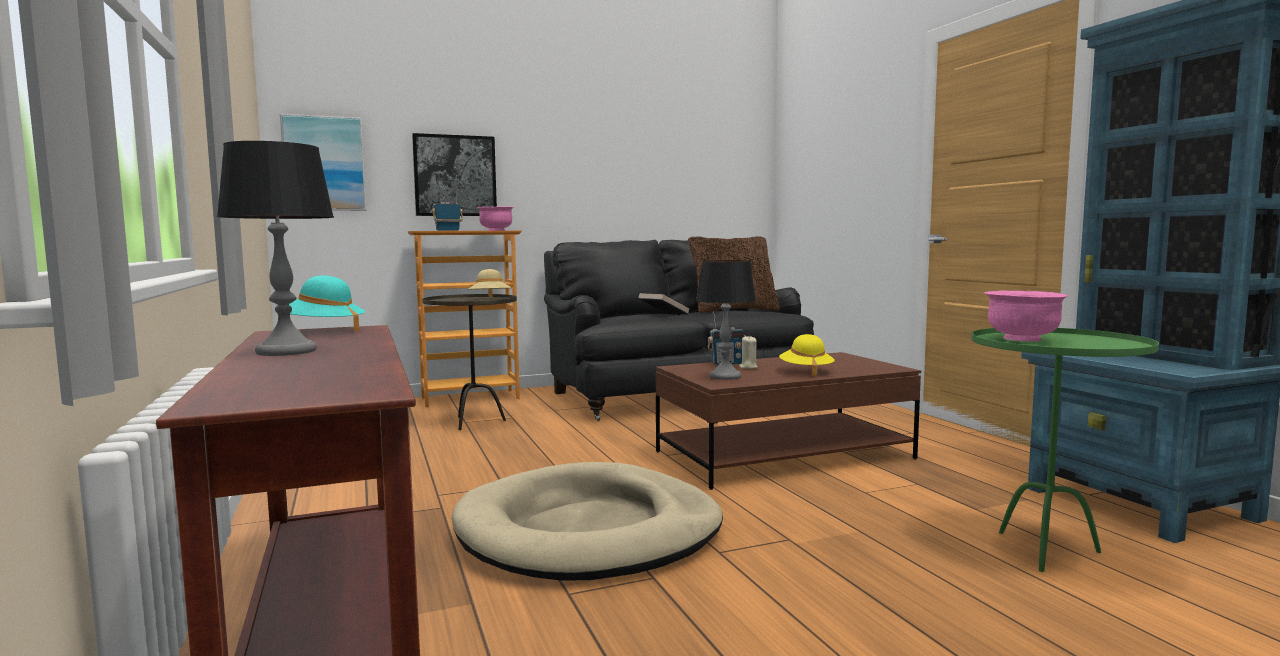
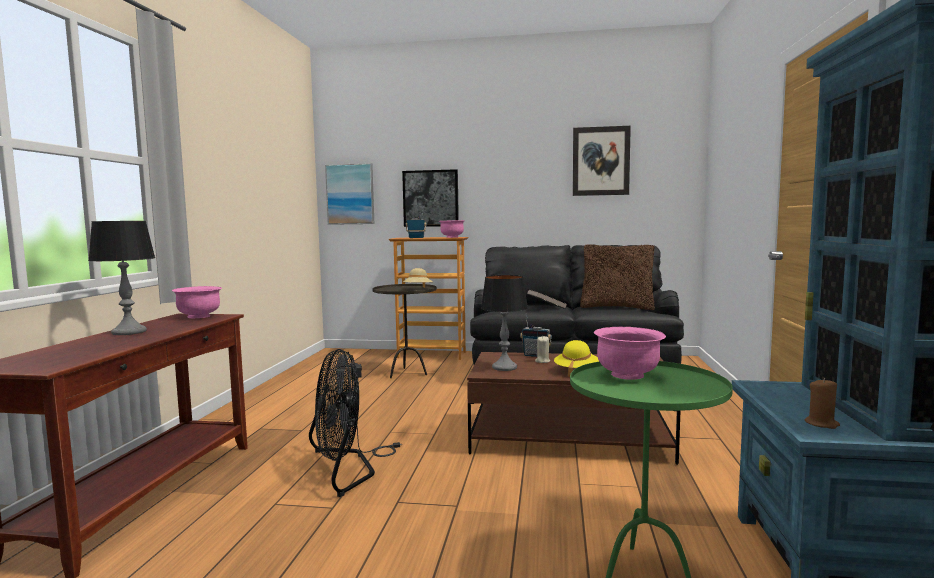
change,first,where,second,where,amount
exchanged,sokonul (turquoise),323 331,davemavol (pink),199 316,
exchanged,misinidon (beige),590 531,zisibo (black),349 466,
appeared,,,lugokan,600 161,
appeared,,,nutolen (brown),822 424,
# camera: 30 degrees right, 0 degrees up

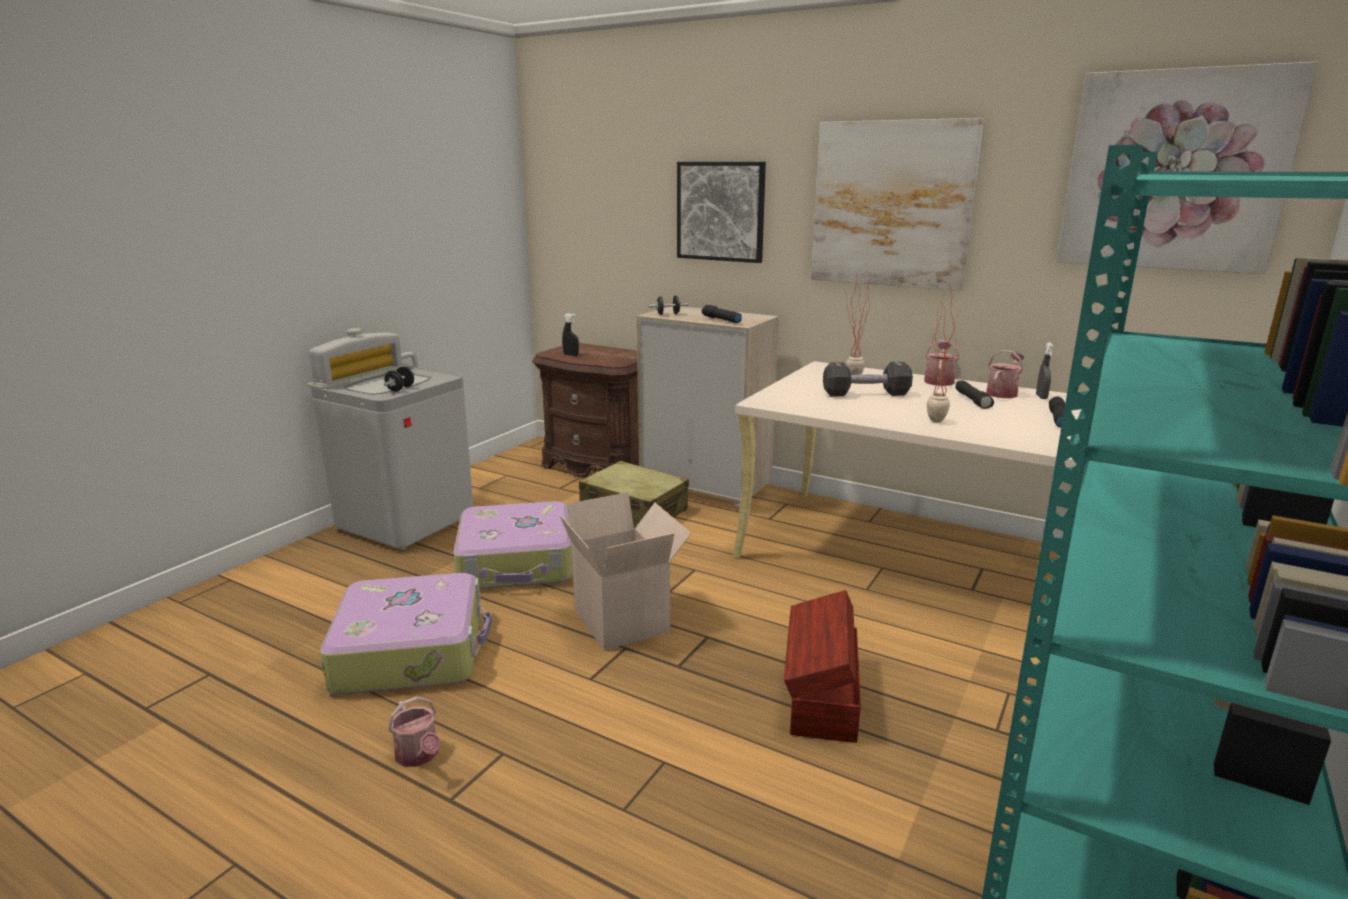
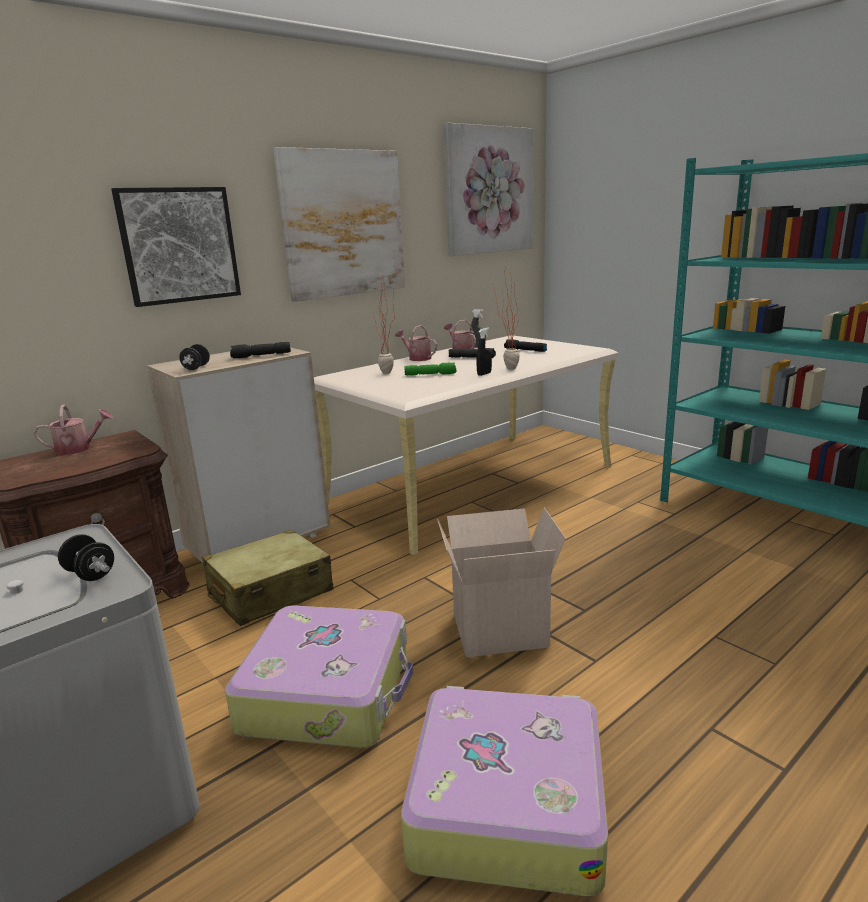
change,first,where,second,where,amount
relocated,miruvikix,419 756,,79 448,
relocated,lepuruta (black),571 355,,484 374,
missing,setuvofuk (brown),821 696,,,
exchanged,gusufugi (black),865 394,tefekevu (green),431 374,
# camera: 70 degrees left, 0 degrees up

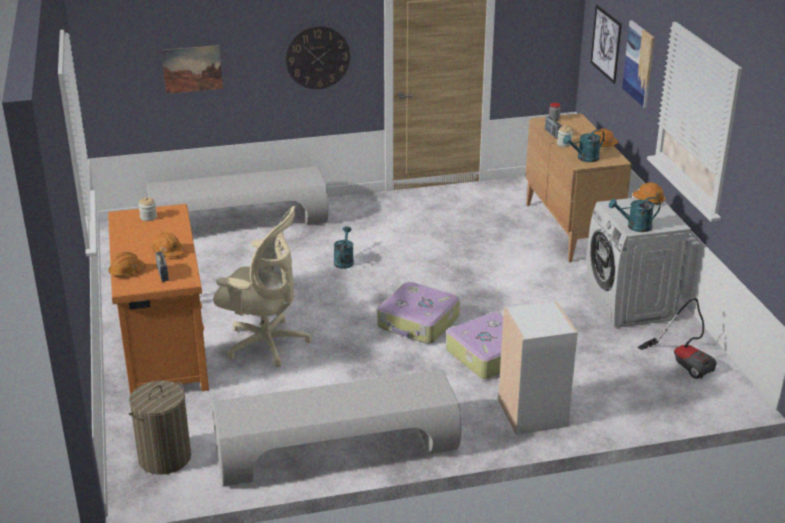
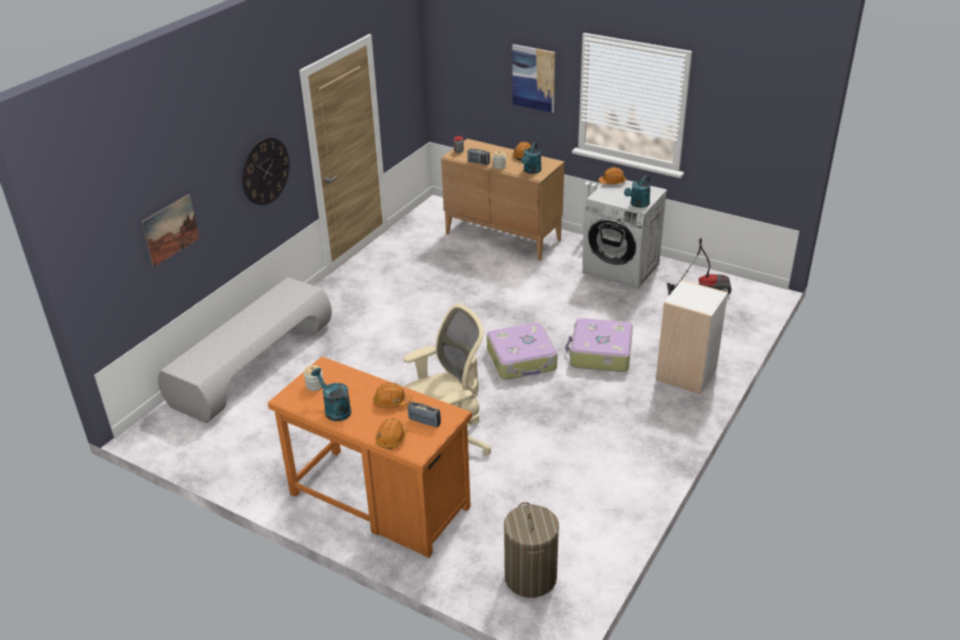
change,first,where,second,where,amount
missing,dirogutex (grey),336 449,,,
relocated,miruvikix (turquoise),344 261,,334 409,
missing,lugokan,606 43,,,
# camera: 45 degrees left, 5 degrees up

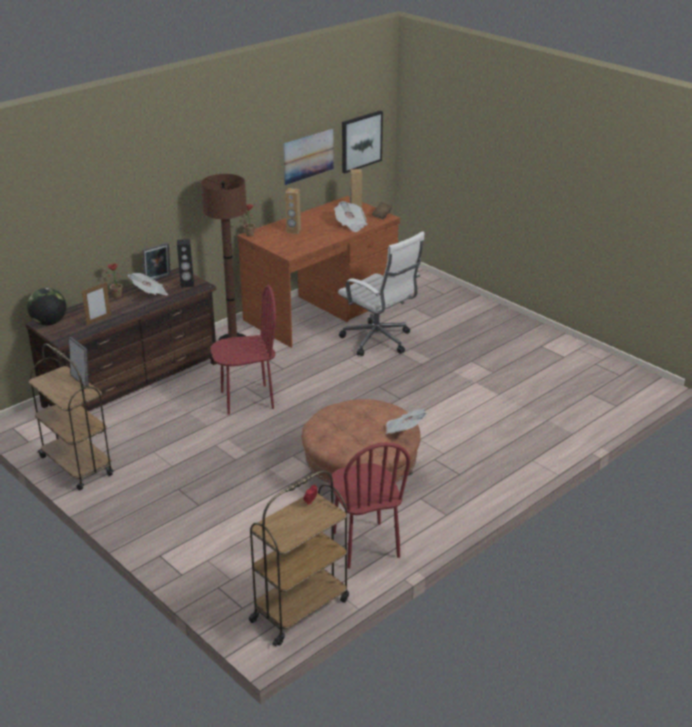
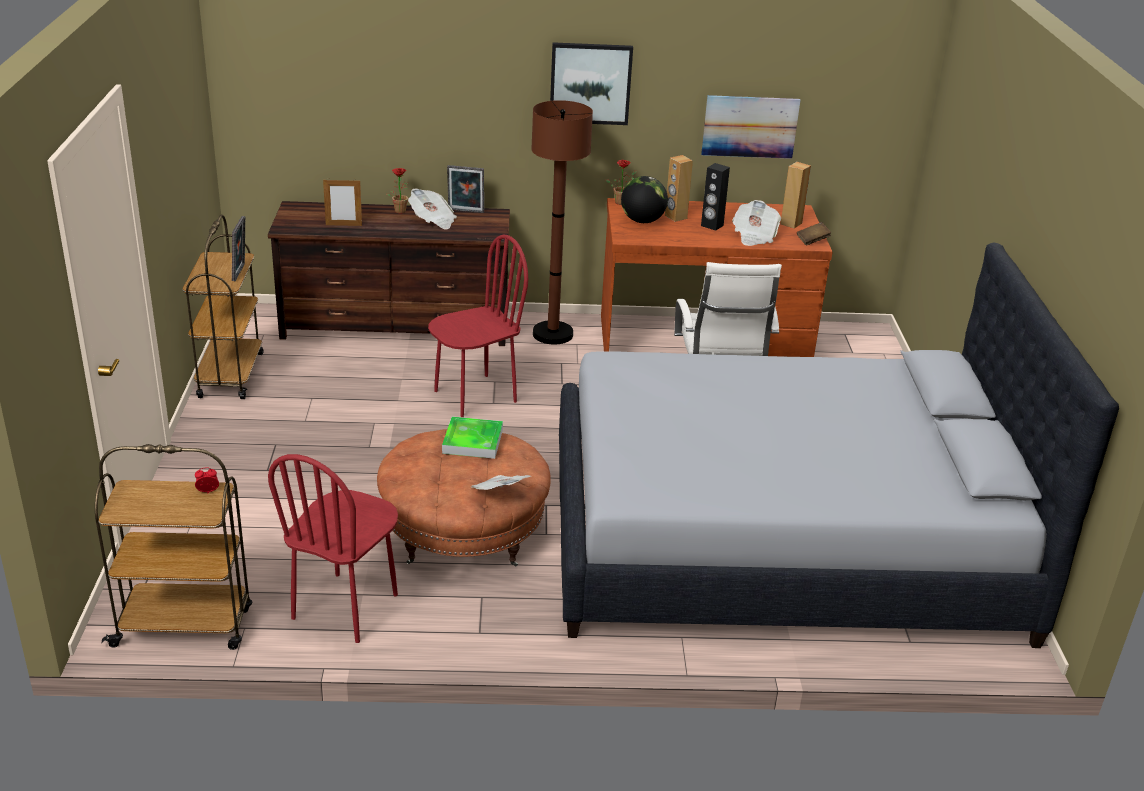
change,first,where,second,where,amount
relocated,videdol,49 323,,642 221,
relocated,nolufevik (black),187 284,,712 226,
spun,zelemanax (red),247 400,,475 396,60 degrees counterclockwise
relocated,lugokan,361 141,,590 83,
appeared,,,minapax,473 441,
appeared,,,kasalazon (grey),781 540,
# camera: 40 degrees right, 0 degrees up

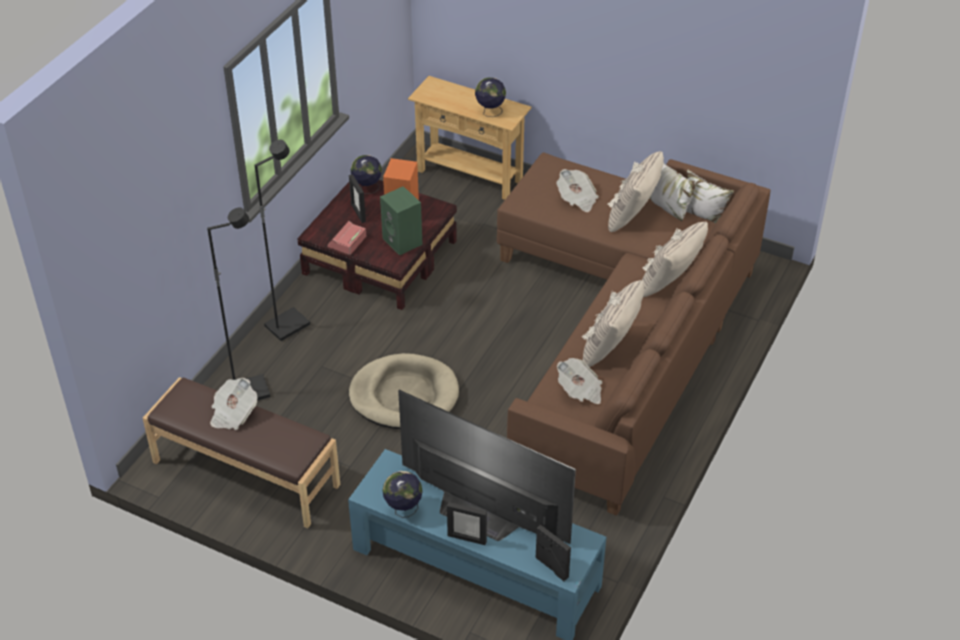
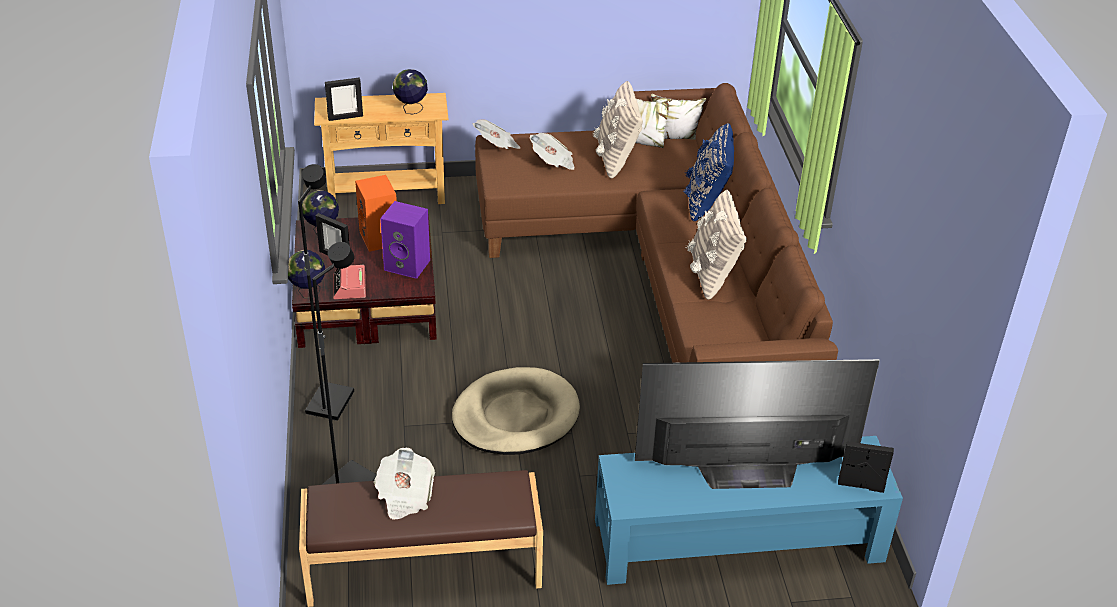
change,first,where,second,where,amount
colour,nolufevik (green),403 241,nolufevik (purple),408 265,
relocated,videdol,403 510,,308 292,
relocated,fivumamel,467 538,,345 117,
relocated,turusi,580 391,,497 145,
colour,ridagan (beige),668 283,ridagan (blue),705 201,
# camera: 35 degrees left, 5 degrees down

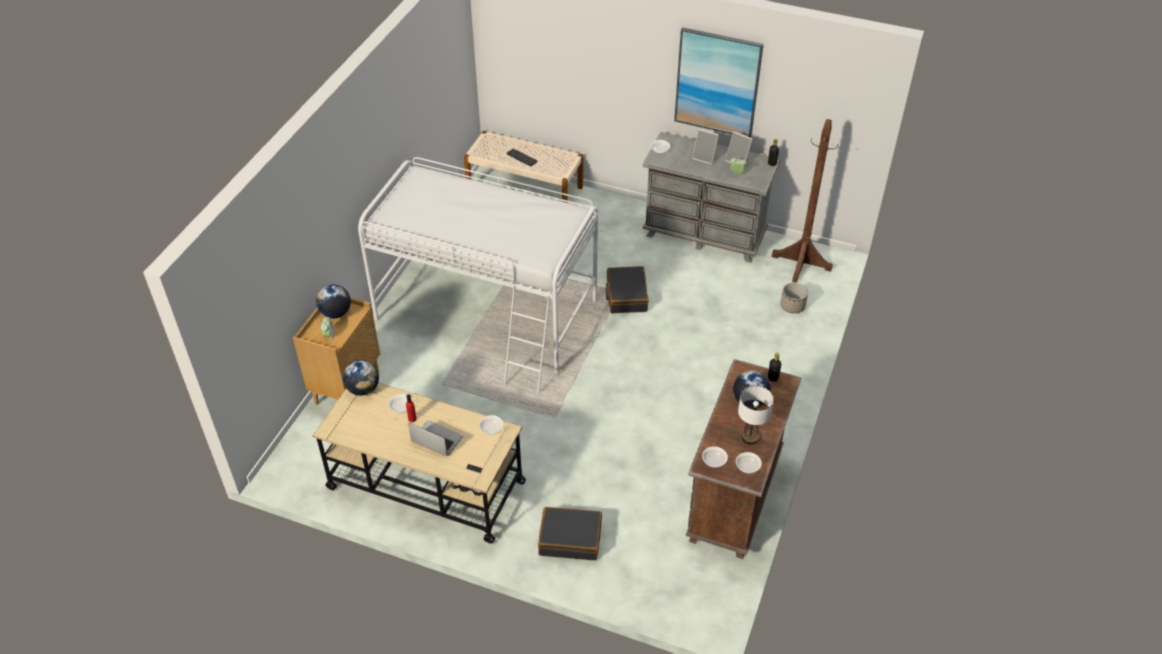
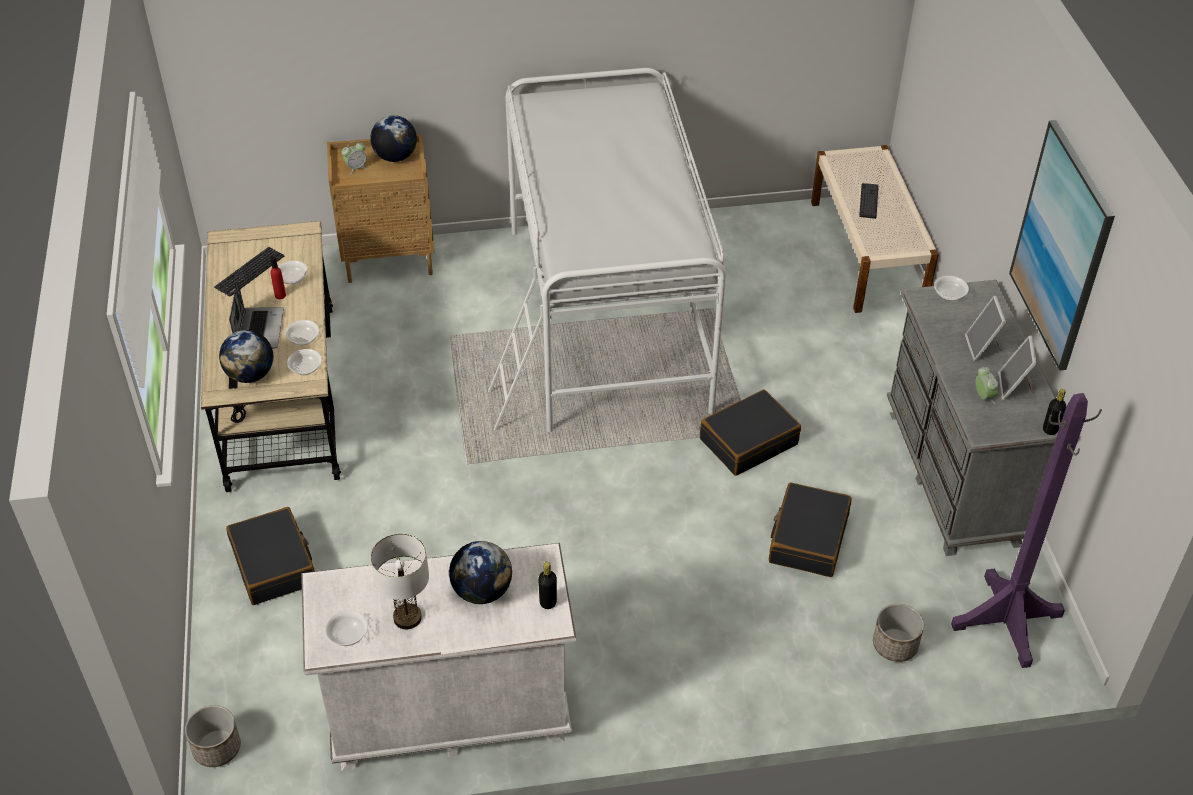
change,first,where,second,where,amount
relocated,videdol,363 389,,250 375,
colour,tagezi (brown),734 497,tagezi (white),449 717,
relocated,davemavol,714 461,,303 339,
colour,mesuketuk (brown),801 262,mesuketuk (purple),1006 620,
appeared,,,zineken,216 748,
appeared,,,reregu,249 272,
appeared,,,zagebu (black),808 538,
# camera: 60 degrees right, 0 degrees up

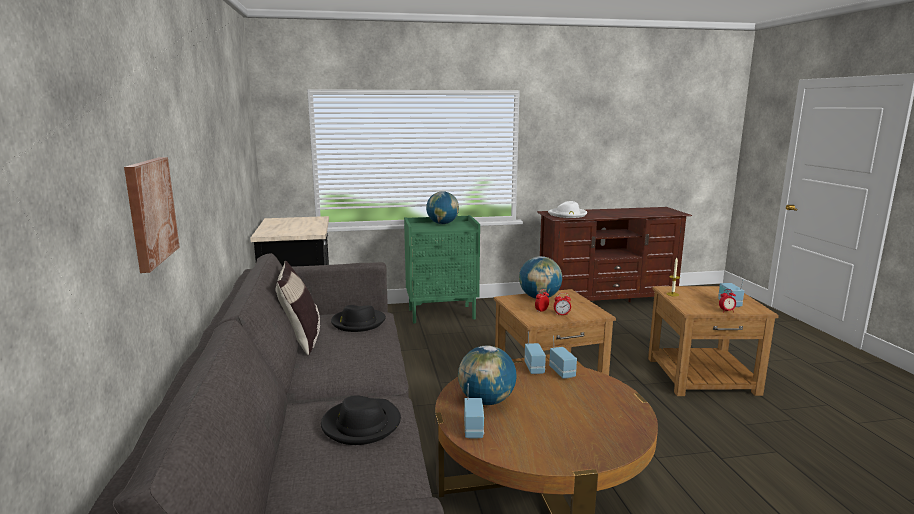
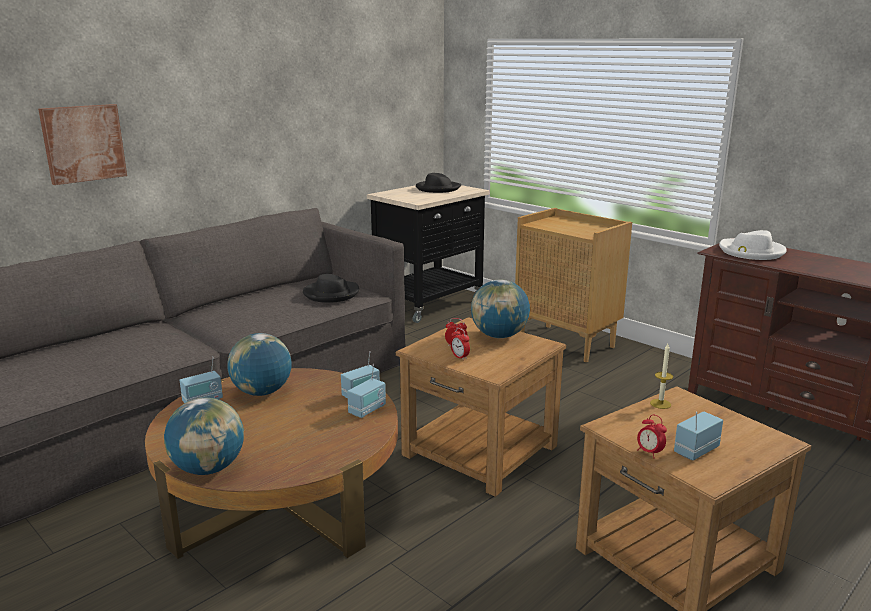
change,first,where,second,where,amount
missing,ridagan,301 340,,,
relocated,sokonul (black),361 424,,437 188,
colour,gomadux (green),442 314,gomadux (brown),566 343,
relocated,videdol,442 224,,208 468,
# camera: 55 degrees right, 5 degrees up

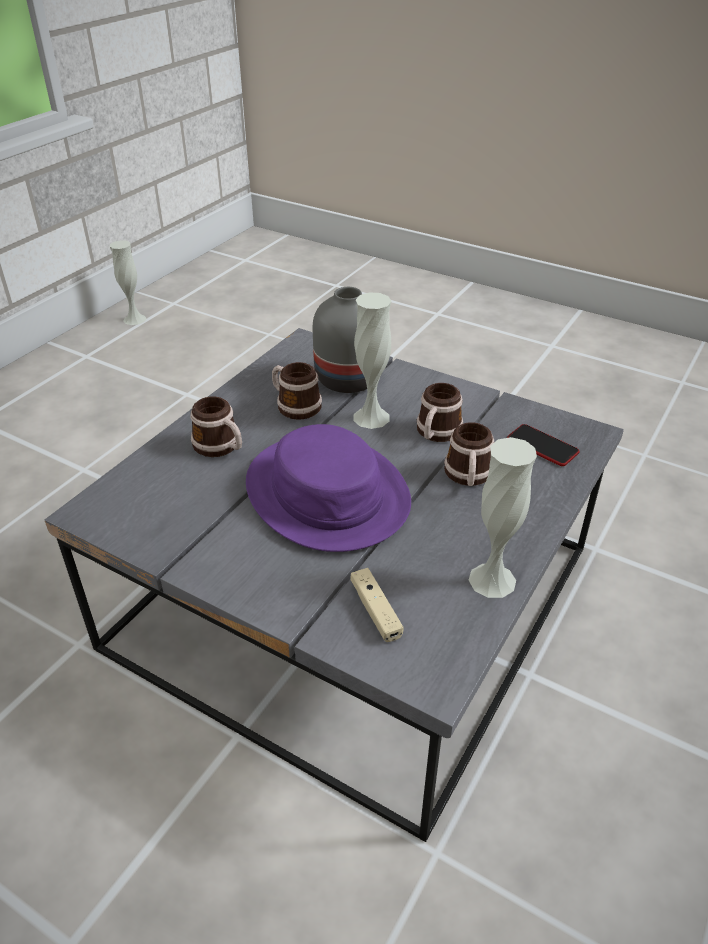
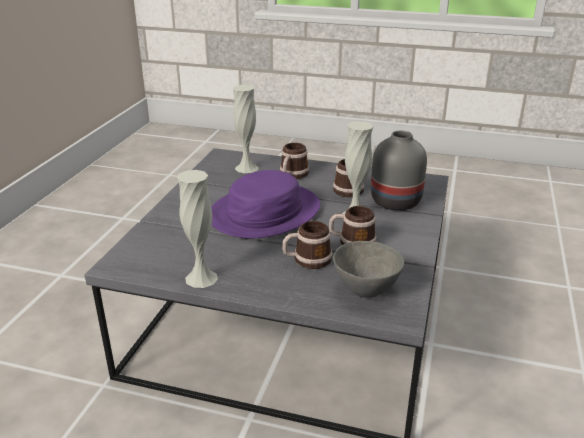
change,first,where,second,where,amount
relocated,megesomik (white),134 319,,246 168,
missing,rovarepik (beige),375 610,,,
exchanged,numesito,542 446,davemavol (grey),365 291,
# camera: 75 degrees right, 10 degrees down

